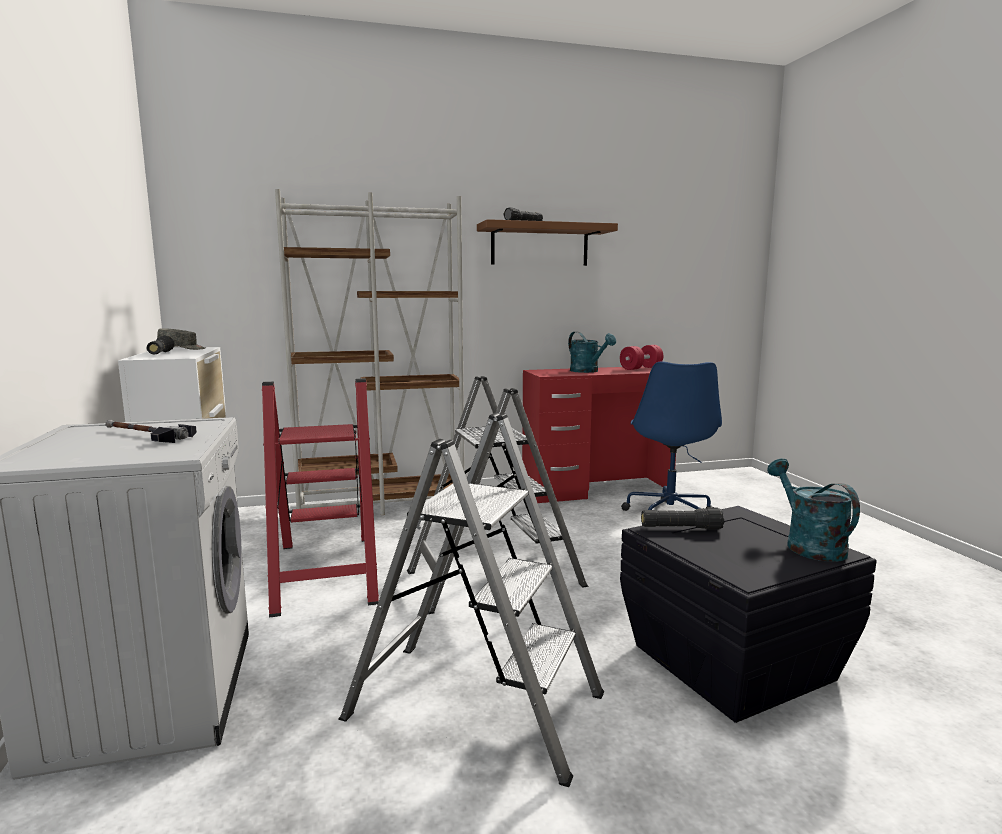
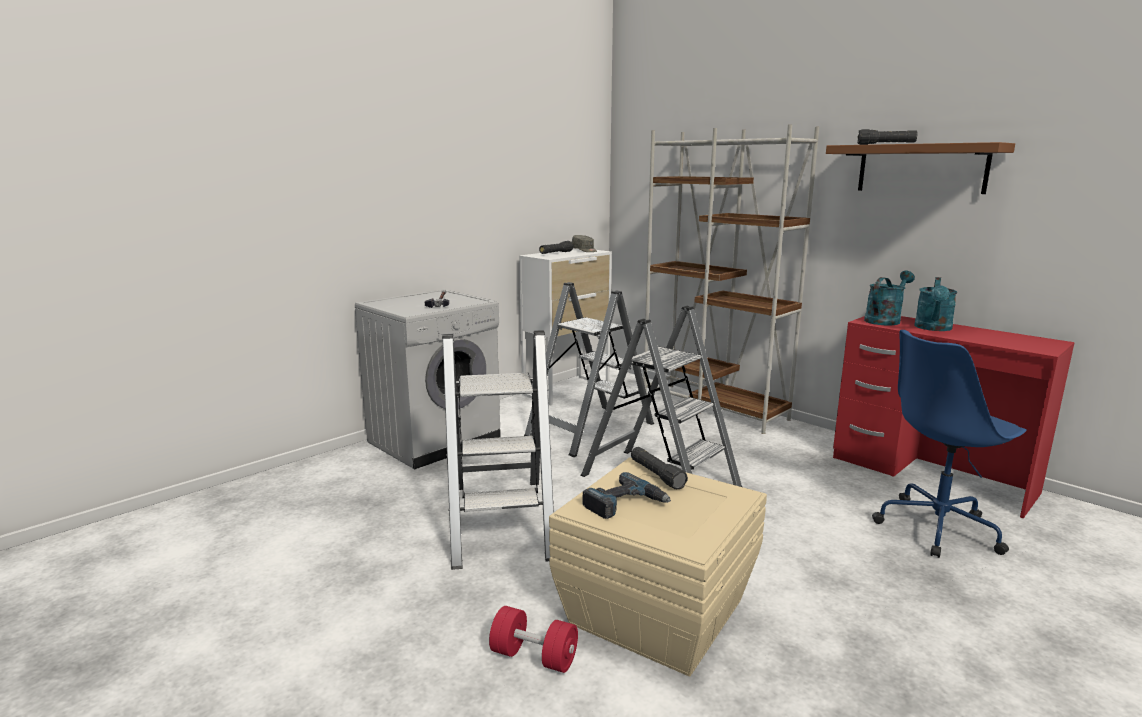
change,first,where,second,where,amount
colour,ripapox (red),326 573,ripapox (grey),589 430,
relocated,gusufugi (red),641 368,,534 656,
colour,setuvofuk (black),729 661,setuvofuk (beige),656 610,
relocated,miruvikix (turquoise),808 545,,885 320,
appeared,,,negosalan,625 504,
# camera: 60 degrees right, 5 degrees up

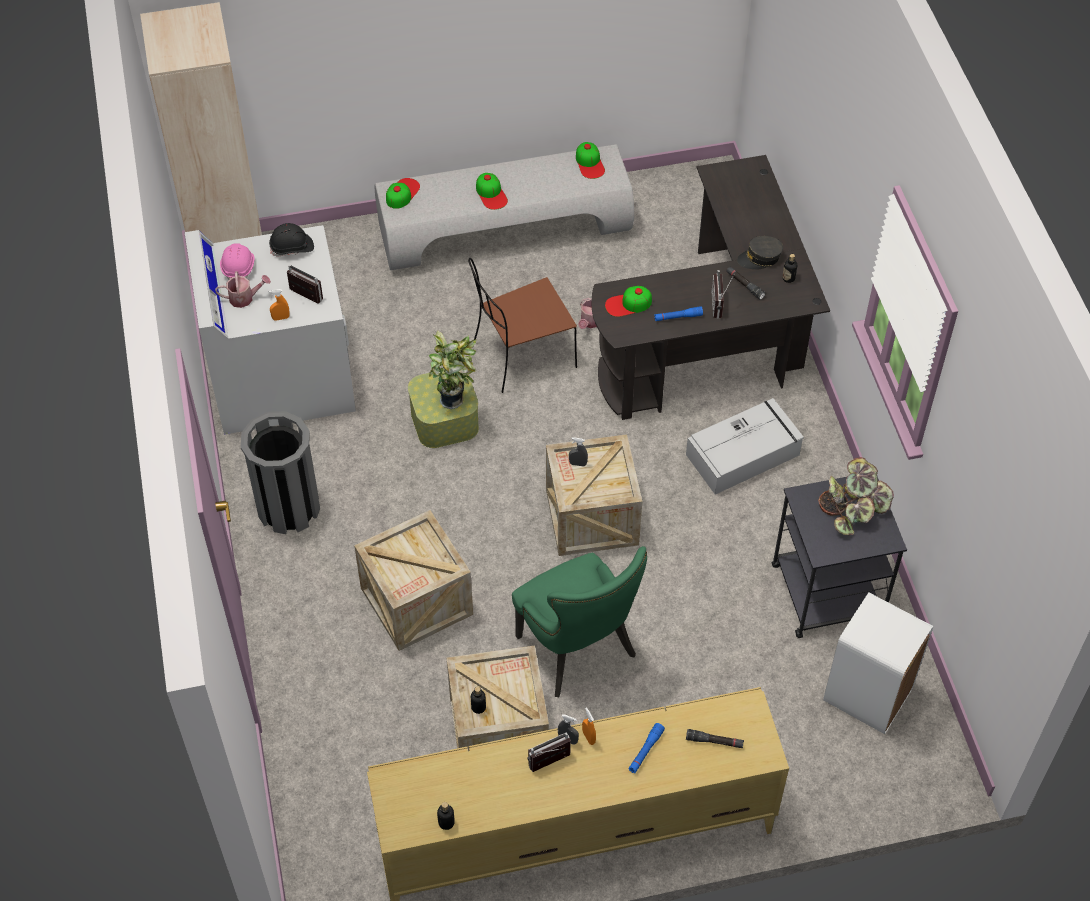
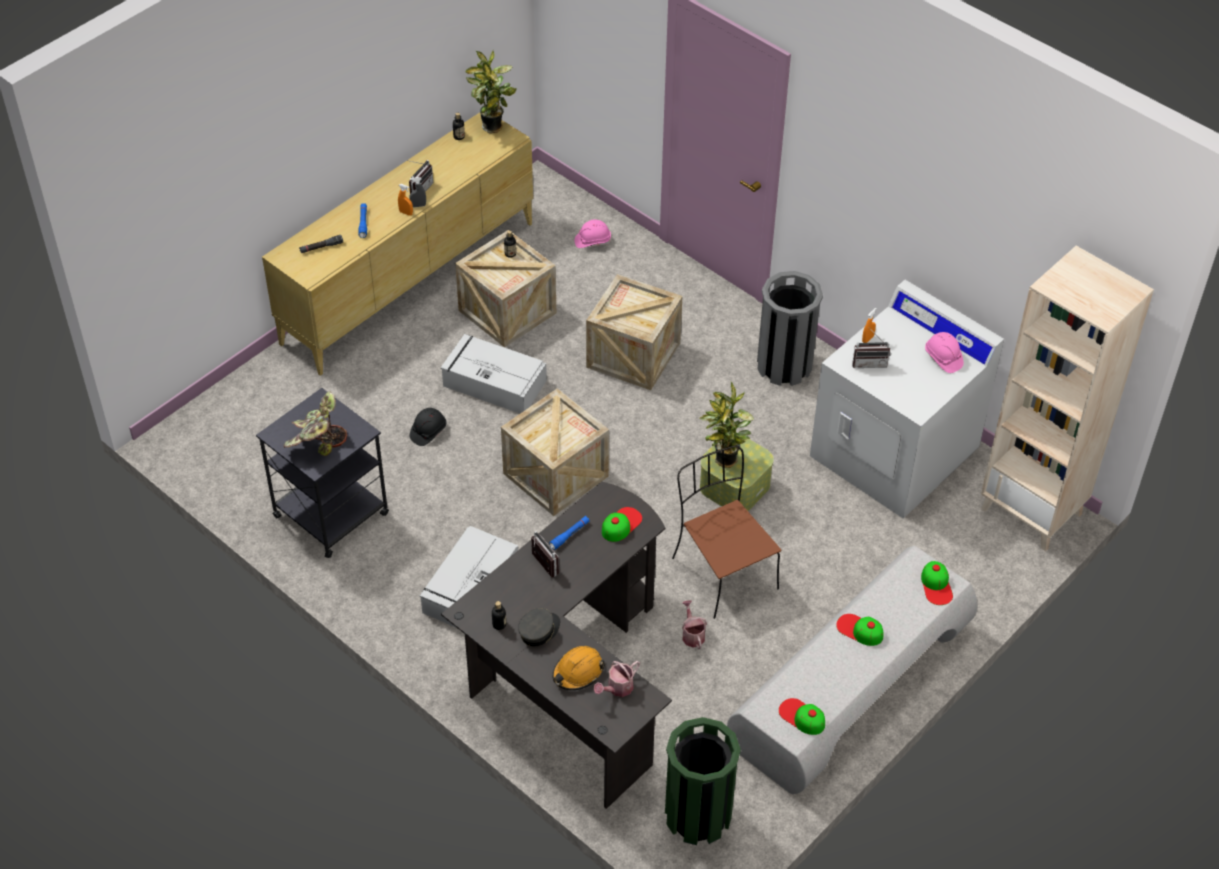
change,first,where,second,where,amount
relocated,miruvikix,245 298,,617 688,
relocated,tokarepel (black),292 248,,428 432,
spun,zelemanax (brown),522 356,,723 572,60 degrees counterclockwise
exchanged,zelemanax (green),577 649,setuvofuk (grey),493 383,
missing,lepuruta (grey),578 464,,,
missing,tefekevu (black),745 285,,,
missing,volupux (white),867 694,,,
appeared,,,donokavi,493 128,
appeared,,,tokarepel (orange),578 672,
appeared,,,tokarepel (pink),592 241,
appeared,,,volupux (green),698 815,
# camera: 145 degrees right, 5 degrees down

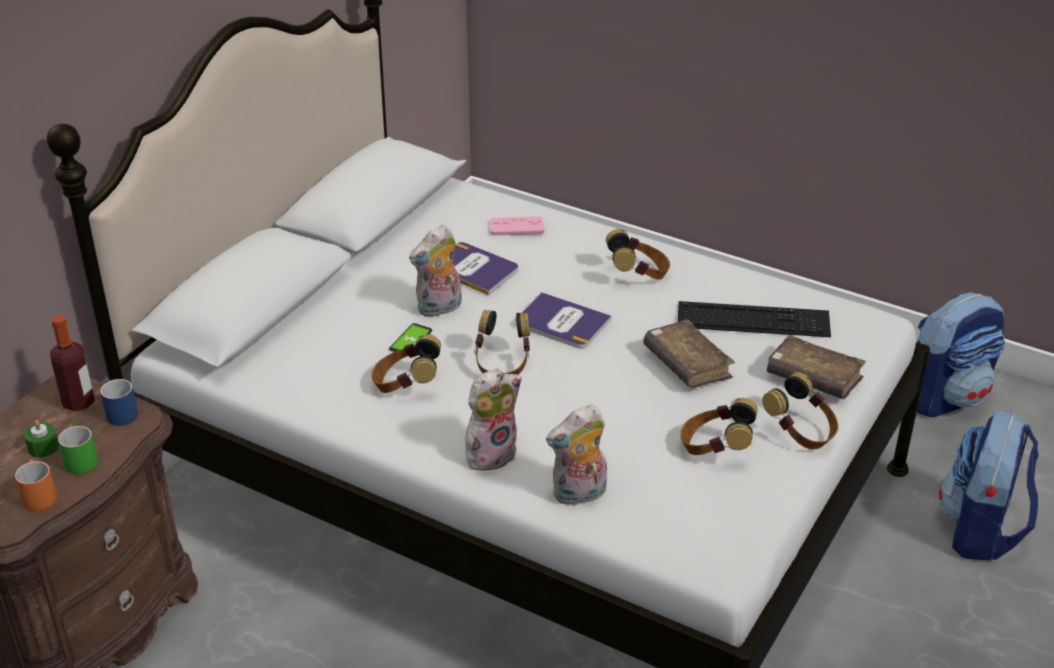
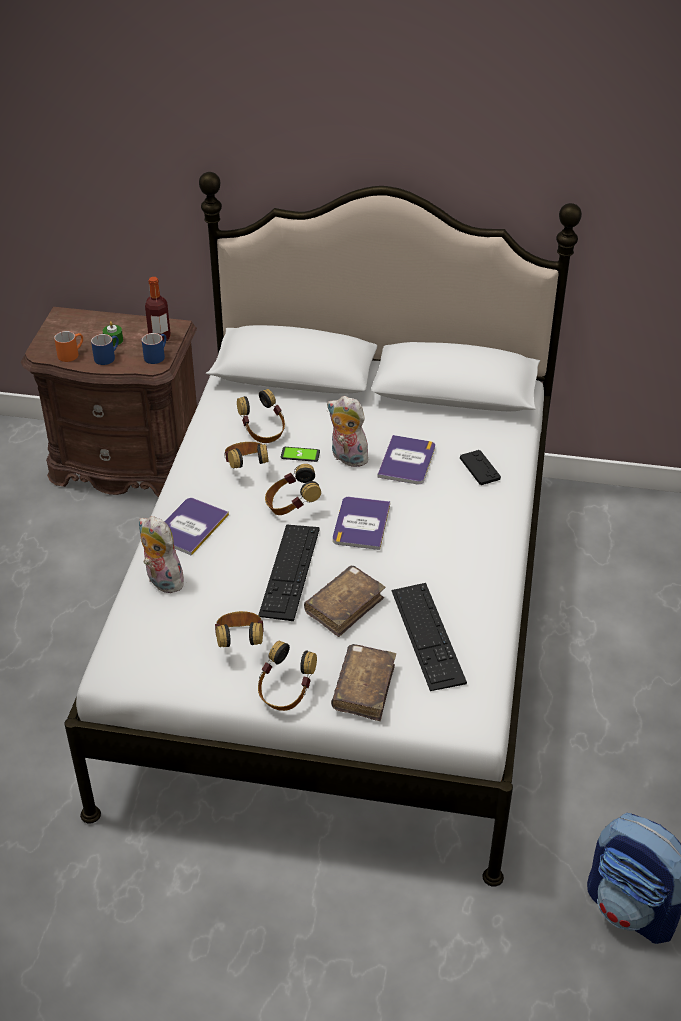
change,first,where,second,where,amount
colour,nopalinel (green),78 460,nopalinel (blue),107 357,
exchanged,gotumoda,491 453,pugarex,190 527,
colour,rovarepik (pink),517 227,rovarepik (black),479 468,
relocated,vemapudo,638 275,,263 431,
missing,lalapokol,981 530,,,
appeared,,,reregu,289 571,
# camera: 70 degrees right, 5 degrees up

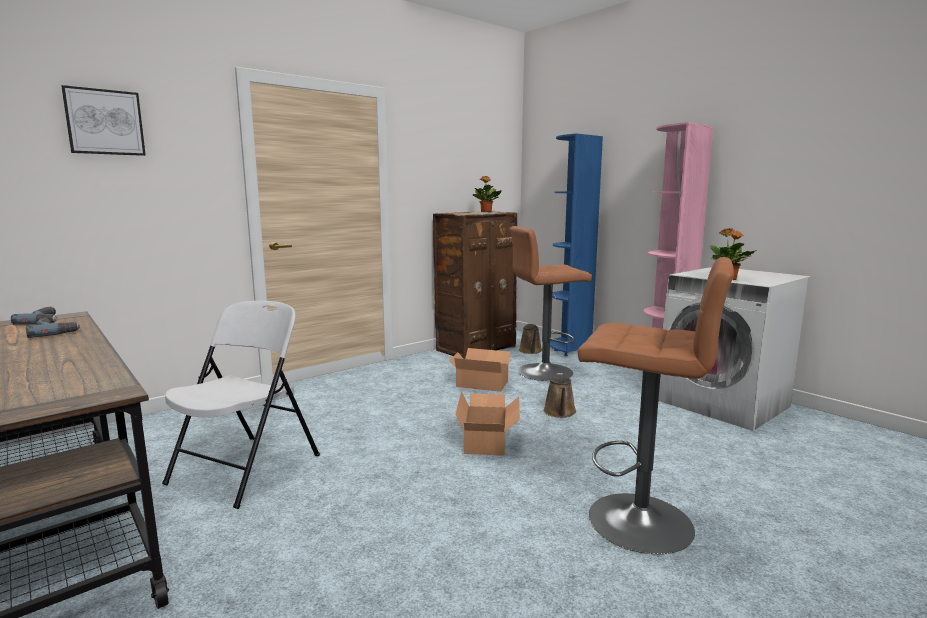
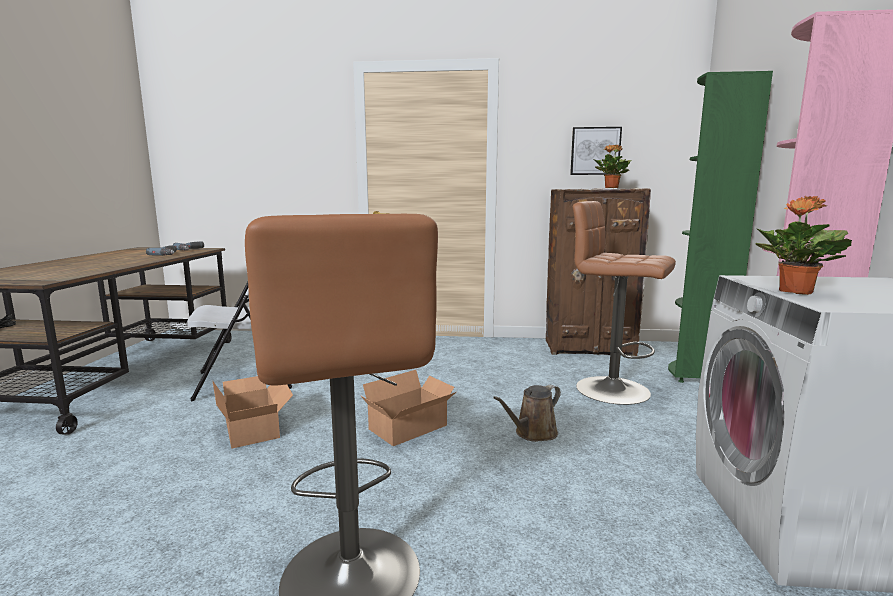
change,first,where,second,where,amount
relocated,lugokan,105 122,,595 151,
relocated,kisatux,481 383,,254 427,
missing,miruvikix (brown),531 351,,,
colour,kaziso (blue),566 350,kaziso (green),694 376,
# camera: 45 degrees right, 0 degrees up

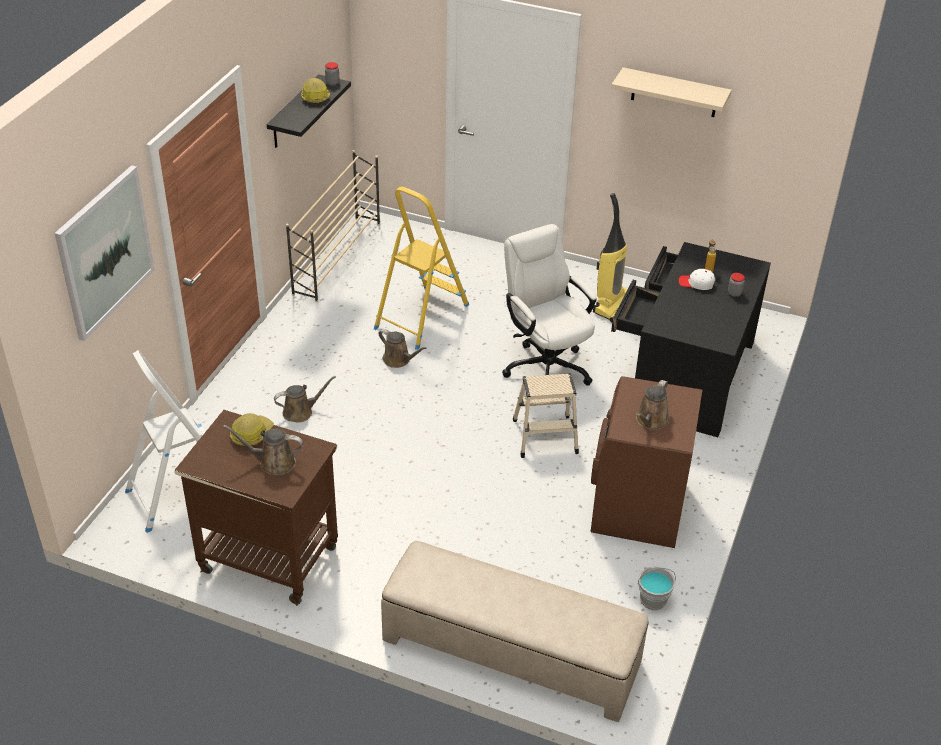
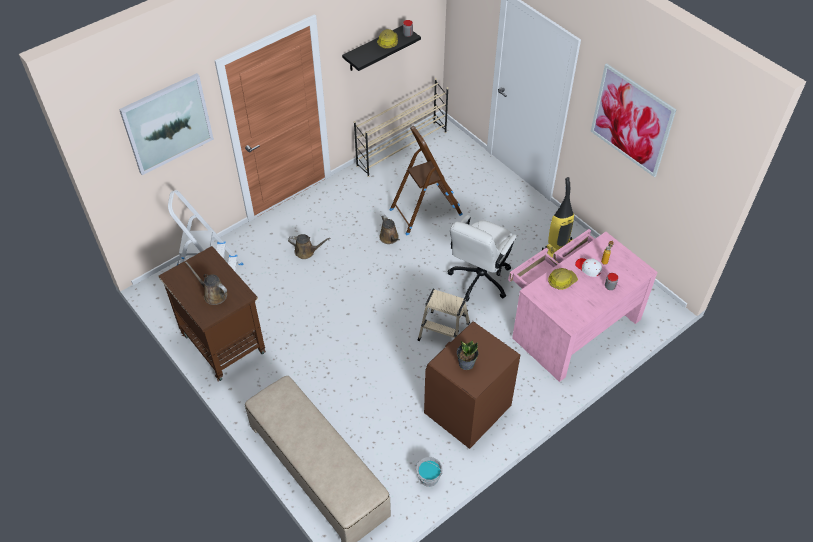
change,first,where,second,where,amount
relocated,tokarepel,251 434,,561 281,
colour,ripapox (yellow),422 316,ripapox (brown),426 211,
spun,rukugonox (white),544 368,,479 281,150 degrees counterclockwise
exchanged,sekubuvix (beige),674 93,lugokan,631 120,
colour,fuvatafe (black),684 374,fuvatafe (pink),570 324,
exchanged,miruvikix (brown),651 421,donokavi,466 363,
# camera: 30 degrees right, 10 degrees up

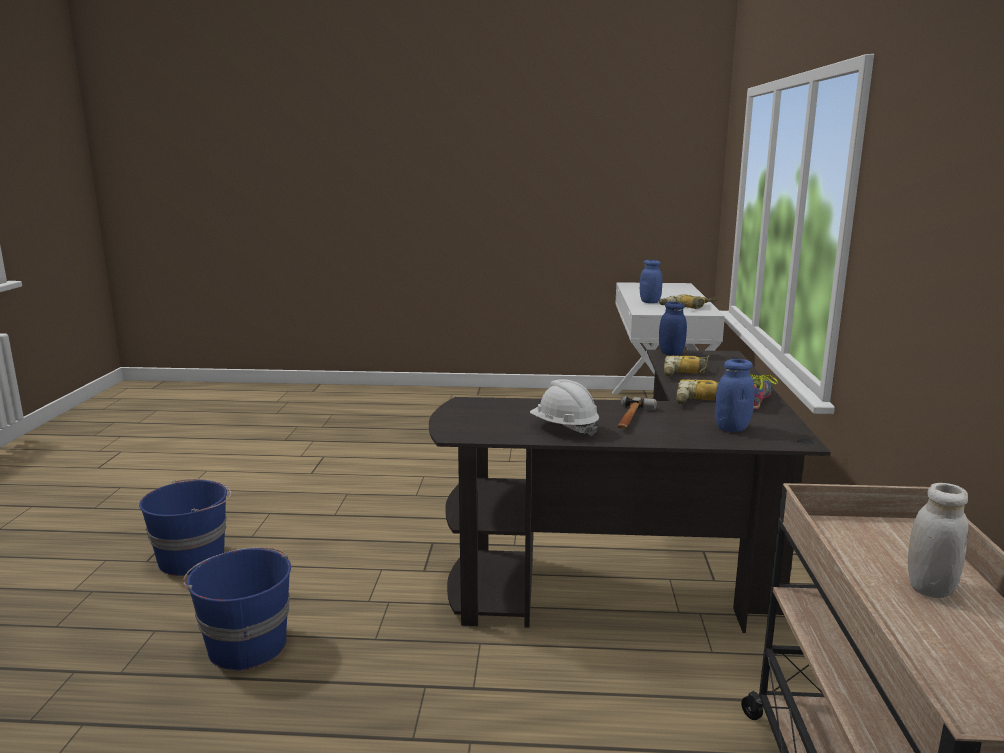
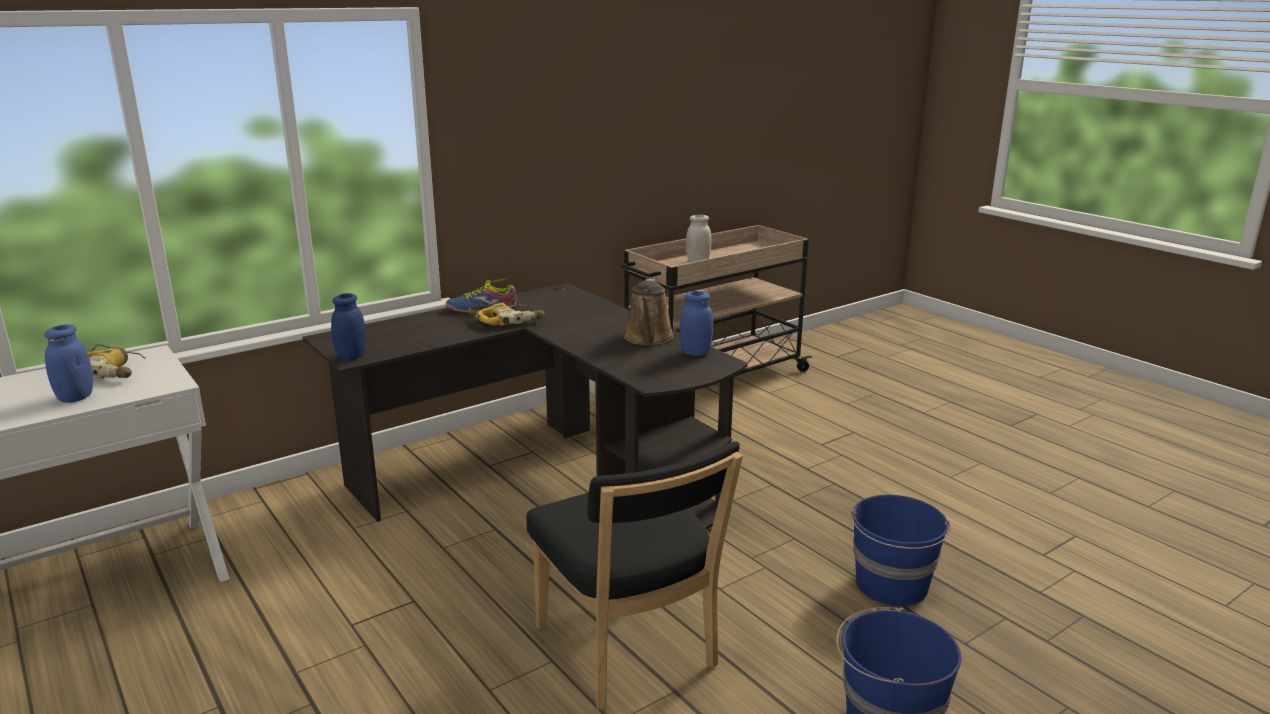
change,first,where,second,where,amount
exchanged,tokarepel (white),564 428,miruvikix (brown),648 339,
missing,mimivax,631 419,,,
missing,negosalan,686 373,,,
relocated,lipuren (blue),732 428,,695 353,
appeared,,,zelemanax (black),629 652,
# camera: 130 degrees left, 5 degrees up

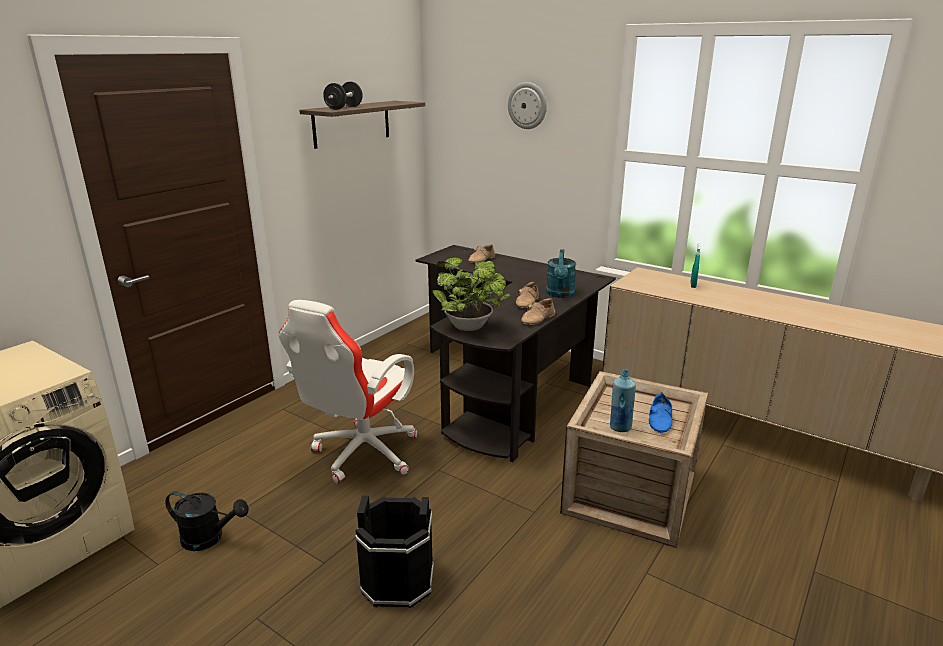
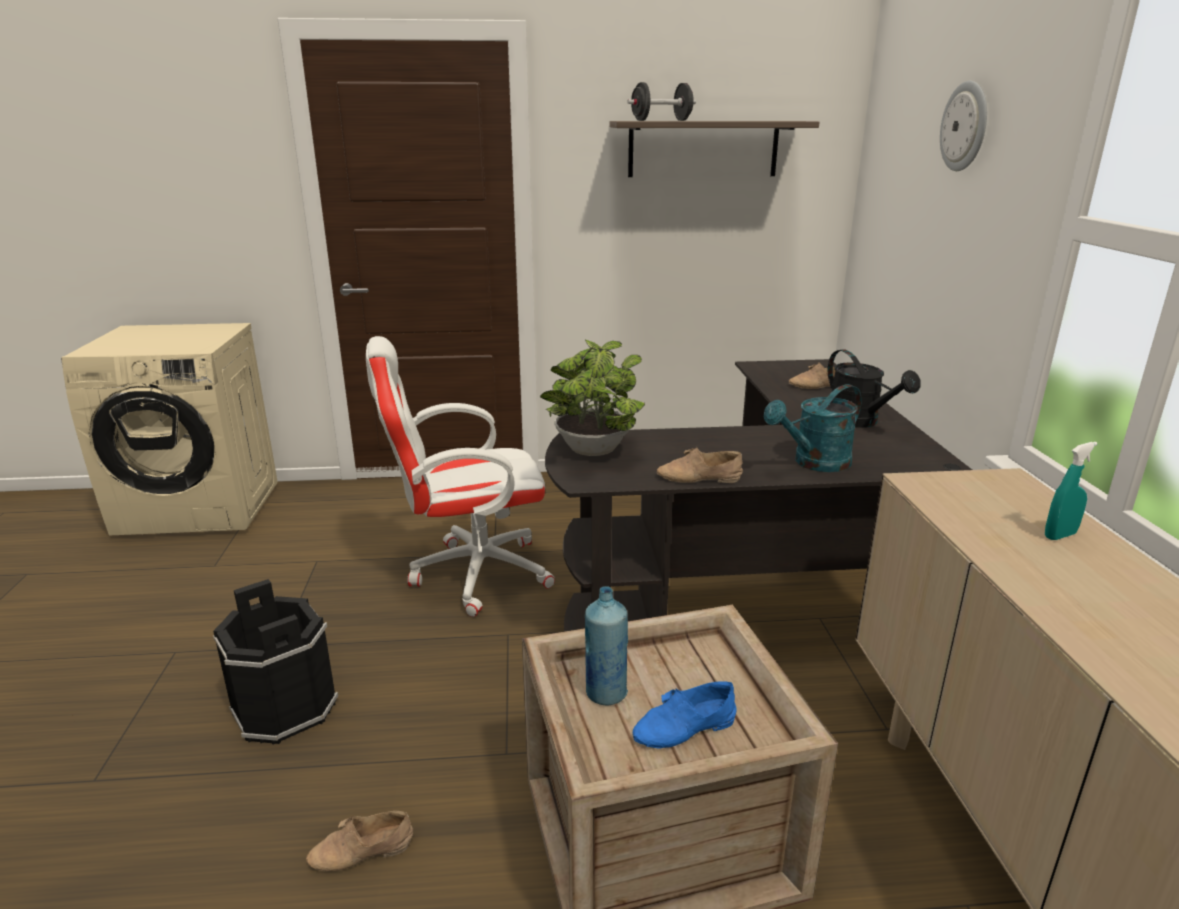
change,first,where,second,where,amount
relocated,miruvikix (black),209 538,,860 422,
relocated,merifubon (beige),528 302,,361 852,
# camera: 50 degrees right, 0 degrees up

